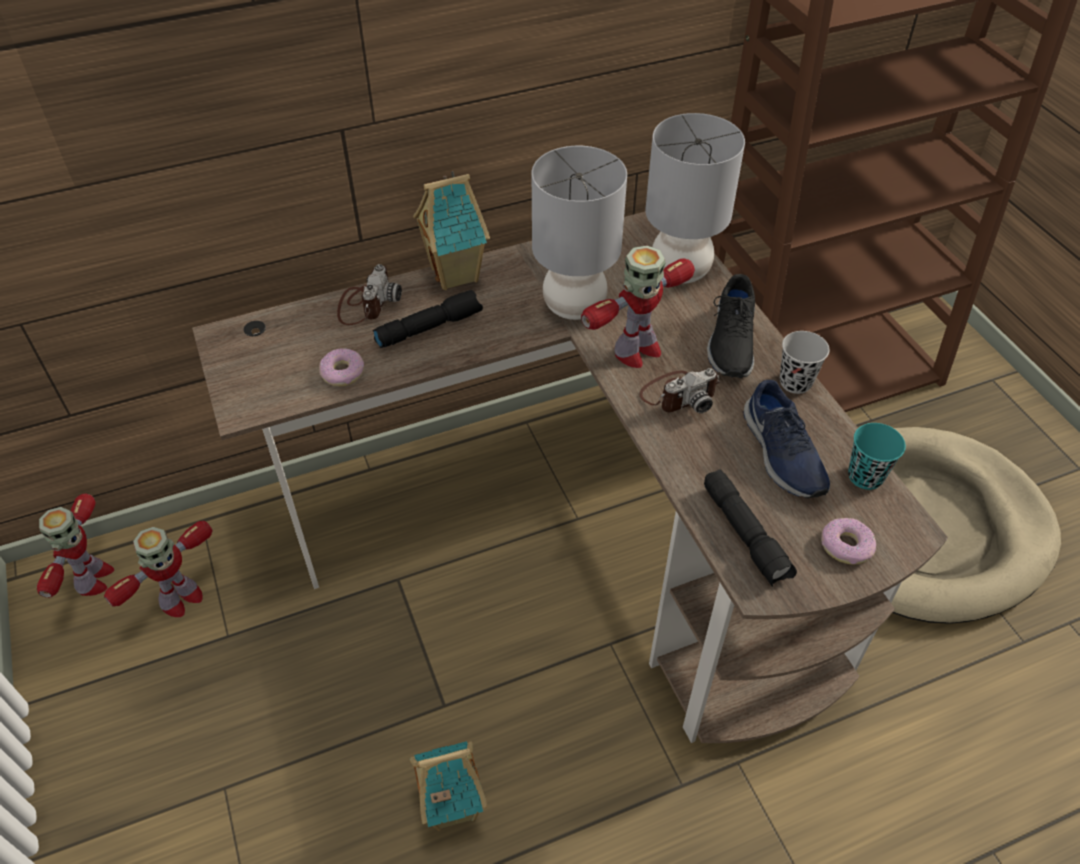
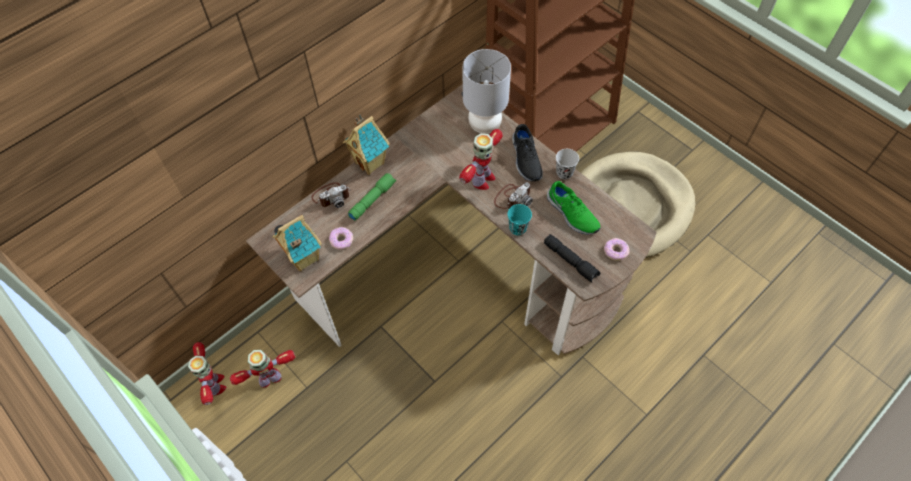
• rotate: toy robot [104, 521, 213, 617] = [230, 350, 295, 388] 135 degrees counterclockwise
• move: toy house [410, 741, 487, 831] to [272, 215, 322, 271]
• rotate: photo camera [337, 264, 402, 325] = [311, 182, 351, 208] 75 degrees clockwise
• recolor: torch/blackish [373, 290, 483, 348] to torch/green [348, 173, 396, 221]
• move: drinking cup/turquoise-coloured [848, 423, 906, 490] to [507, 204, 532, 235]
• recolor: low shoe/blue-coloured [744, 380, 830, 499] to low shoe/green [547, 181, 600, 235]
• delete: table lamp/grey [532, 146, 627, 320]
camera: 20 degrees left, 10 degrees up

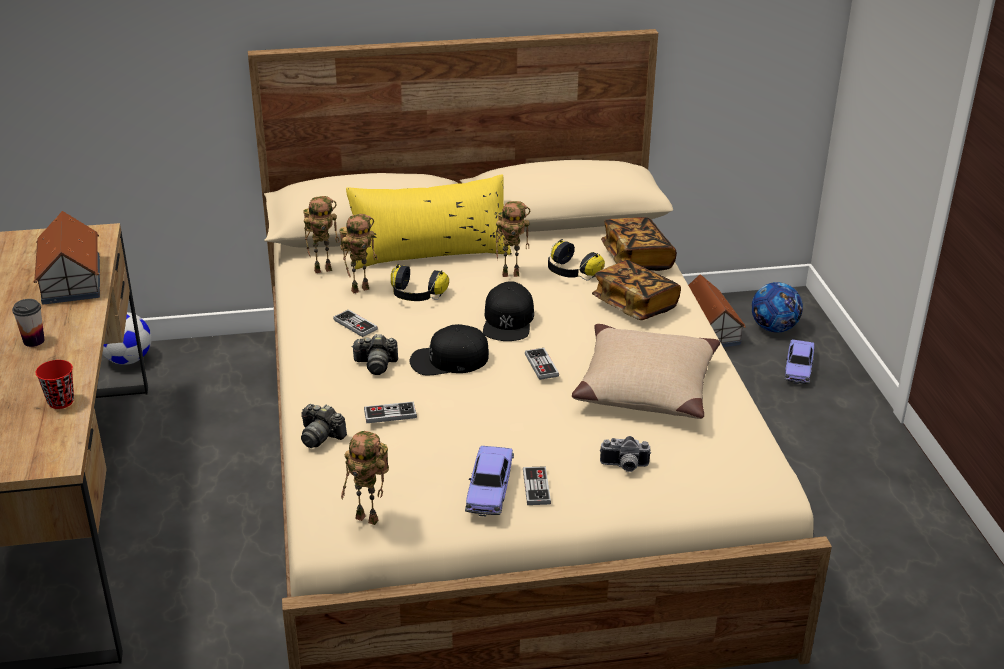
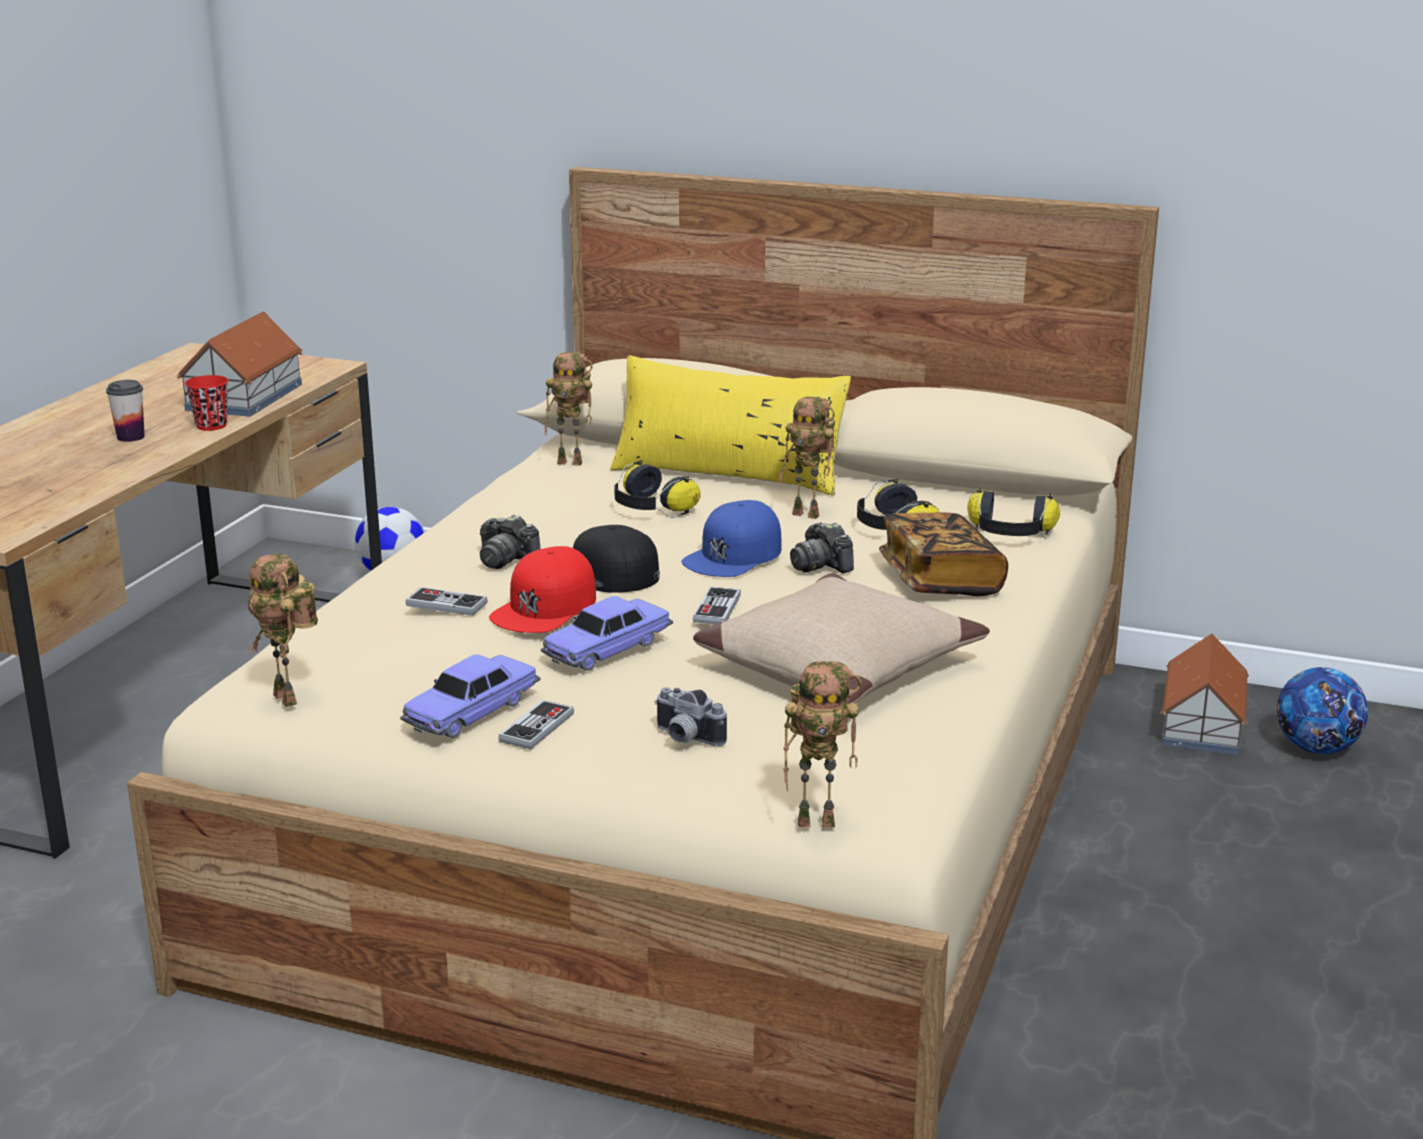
• move: drinking cup/reddish [36, 360, 74, 409] to [185, 375, 228, 431]
• insert: baseball cap/reddish [489, 546, 596, 633]
• move: model car [784, 339, 815, 384] to [541, 596, 673, 671]
• recolor: baseball cap/blackish [483, 281, 534, 341] to baseball cap/blue-coloured [682, 500, 782, 577]
• move: toy robot [340, 214, 378, 293] to [784, 661, 861, 827]
• move: photo camera [301, 404, 347, 448] to [790, 522, 854, 574]
• replace: bound book [601, 217, 677, 271] to headphones [967, 488, 1060, 538]
• delete: game controller [333, 309, 378, 337]
camera: 30 degrees right, 10 degrees down

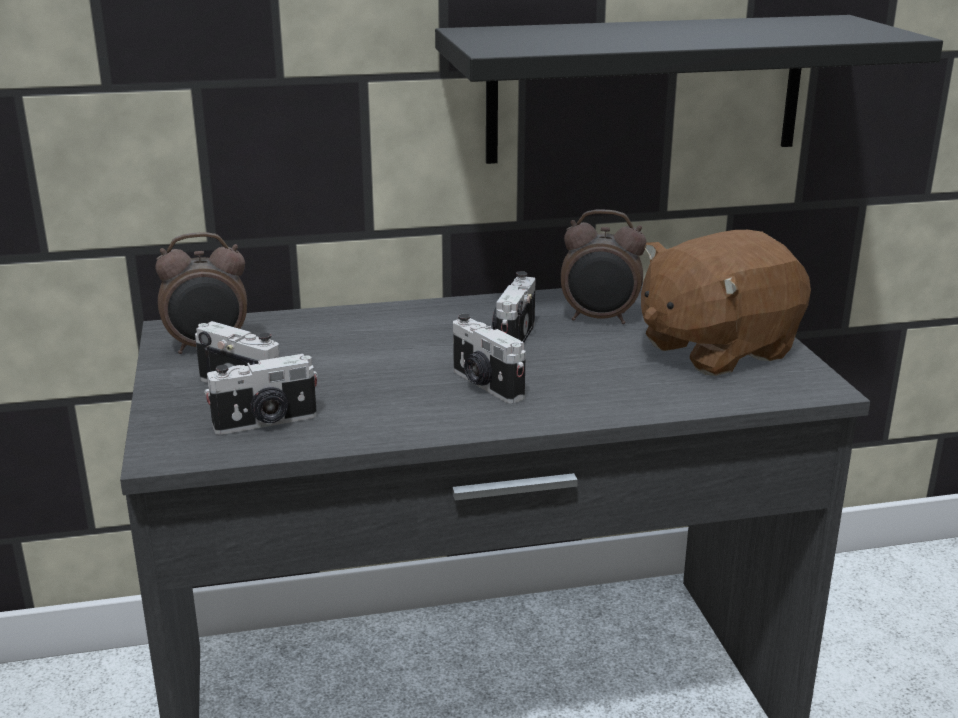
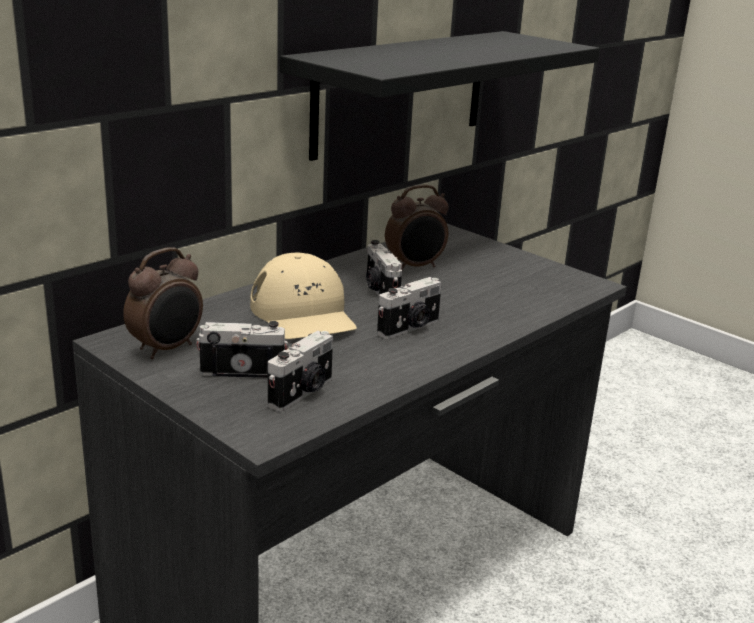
• insert: baseball cap/beige [250, 253, 357, 339]
• rotate: photo camera [453, 314, 526, 404] = [377, 277, 441, 339] 60 degrees counterclockwise
• delete: soft toy/brown [641, 230, 811, 376]
camera: 35 degrees left, 0 degrees up

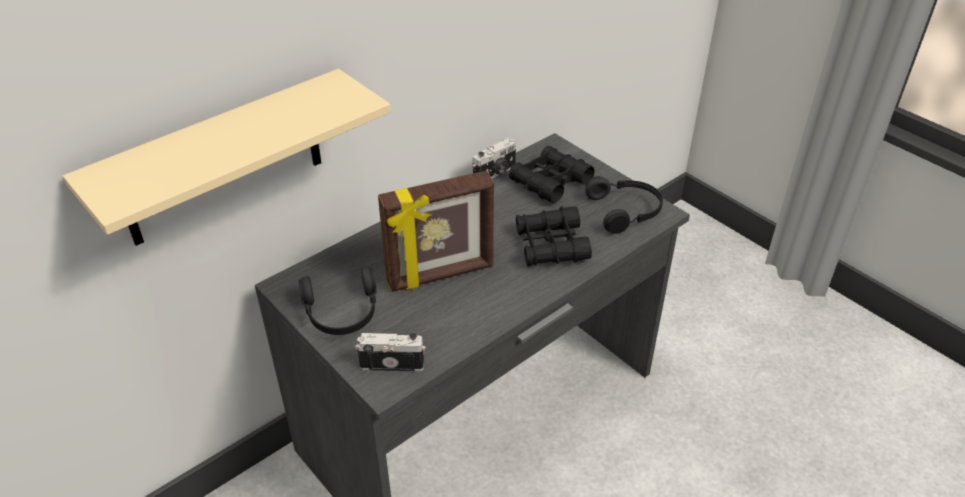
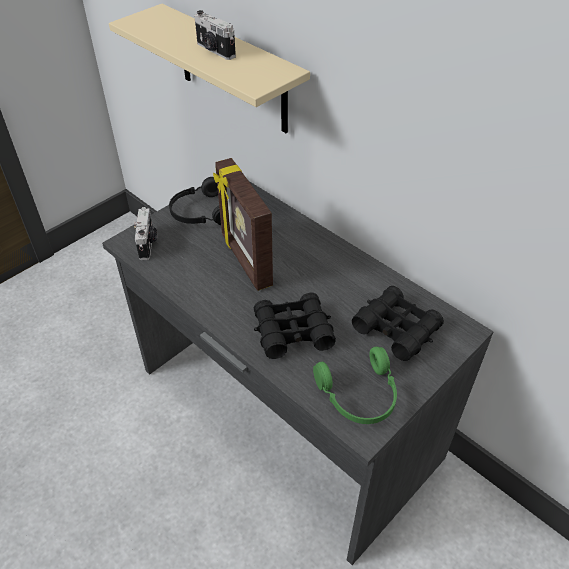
• move: photo camera [473, 138, 516, 178] to [194, 10, 236, 60]
• recolor: headphones/blackish [585, 176, 663, 234] to headphones/green [313, 347, 397, 424]
camera: 85 degrees right, 5 degrees up

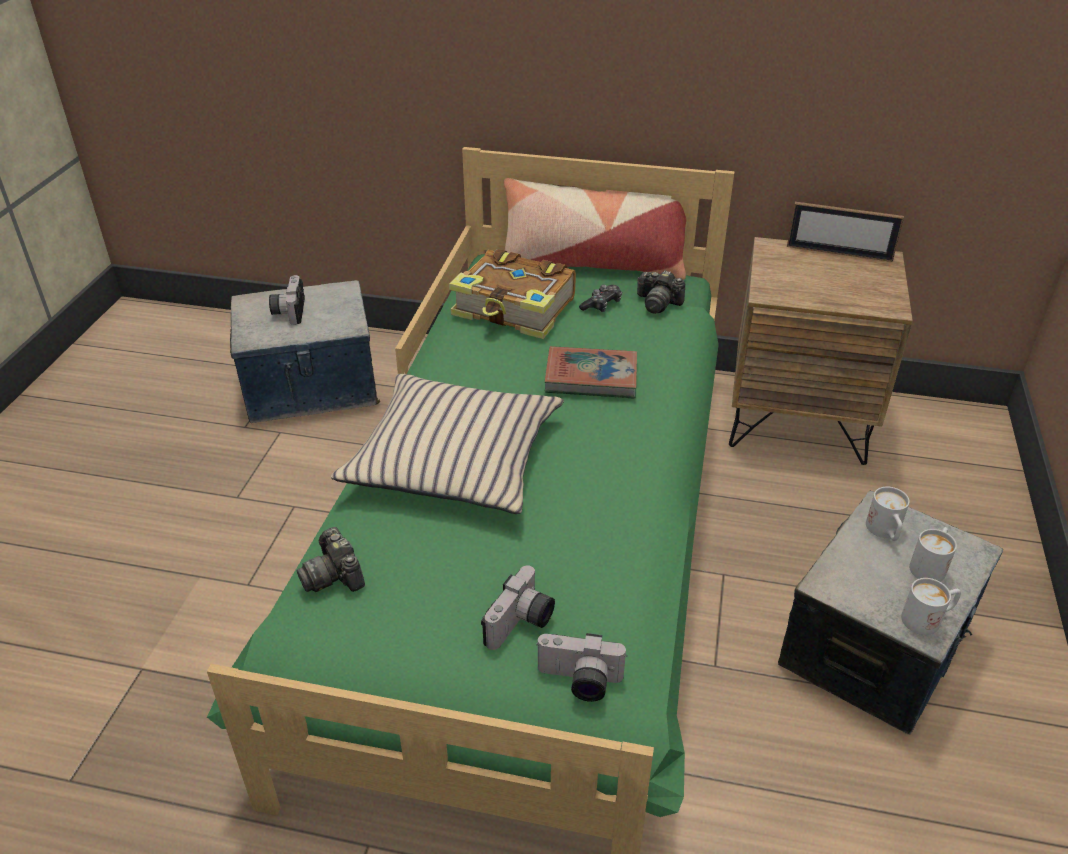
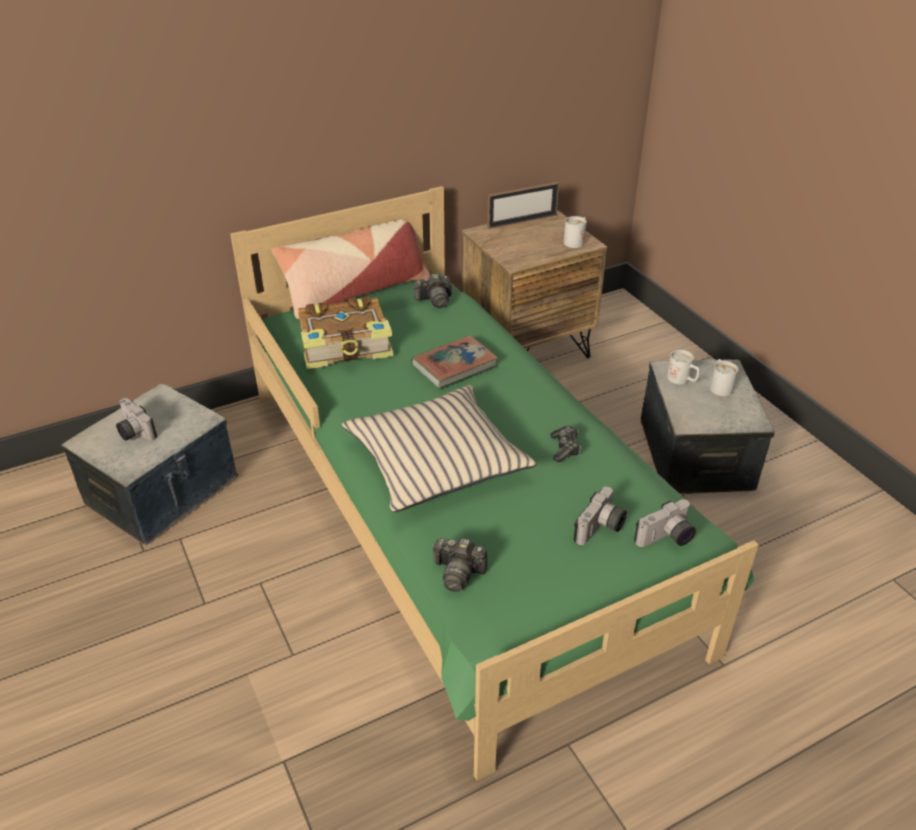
• move: game controller [579, 285, 622, 312] to [550, 425, 581, 462]
• move: mug/white-coloured [901, 578, 961, 635] to [564, 216, 587, 248]
• rotate: photo camera [481, 565, 555, 650] = [574, 487, 627, 545] 45 degrees clockwise
camera: 40 degrees left, 0 degrees up

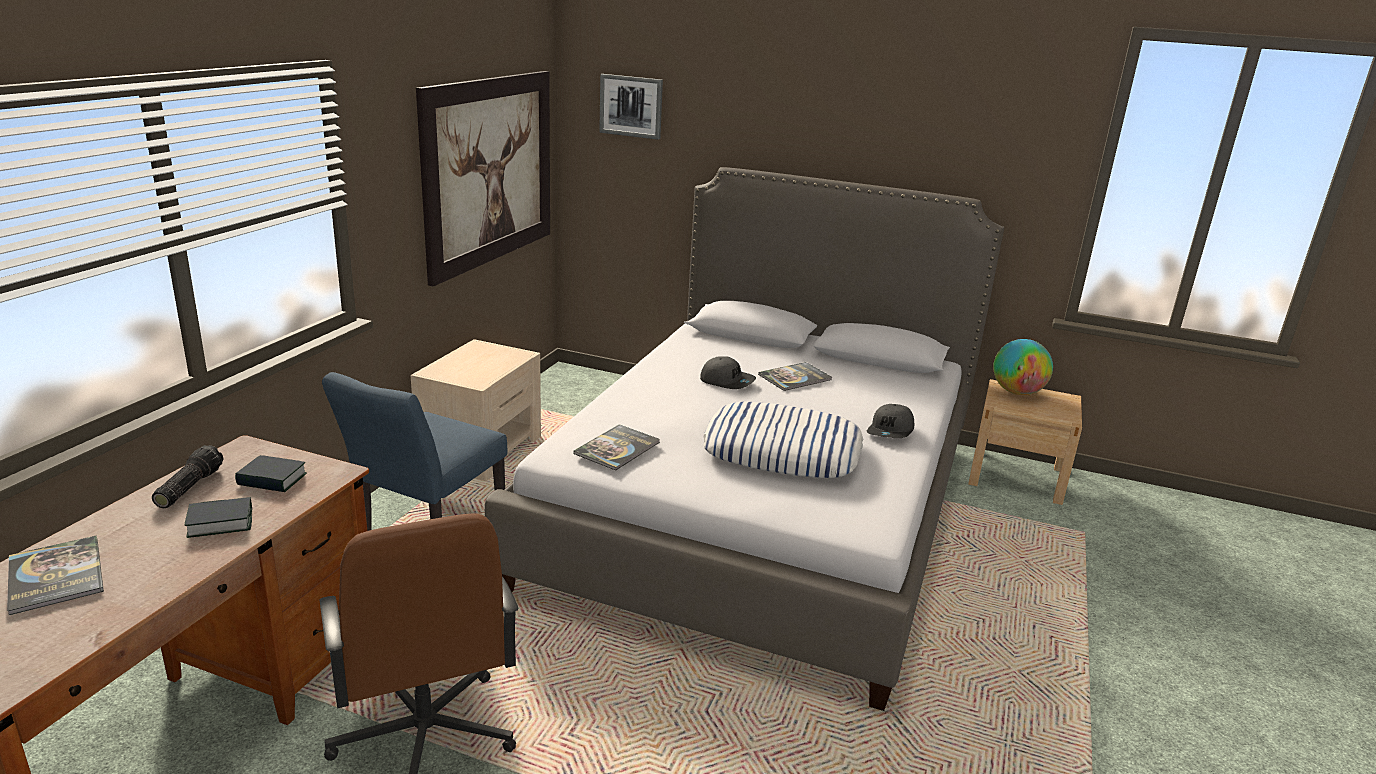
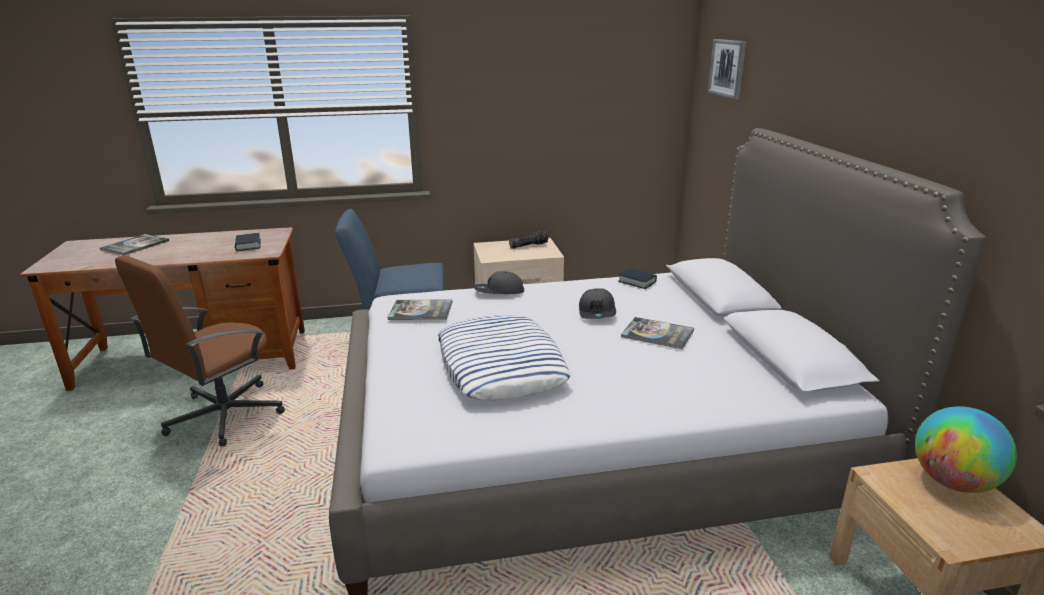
• move: baseball cap/grey [867, 404, 914, 438] to [474, 271, 524, 294]
• move: torch [152, 445, 223, 508] to [509, 231, 548, 248]
• move: bound book [185, 497, 252, 538] to [618, 268, 657, 289]
• delete: wall art [416, 71, 550, 287]
camera: 60 degrees right, 0 degrees up

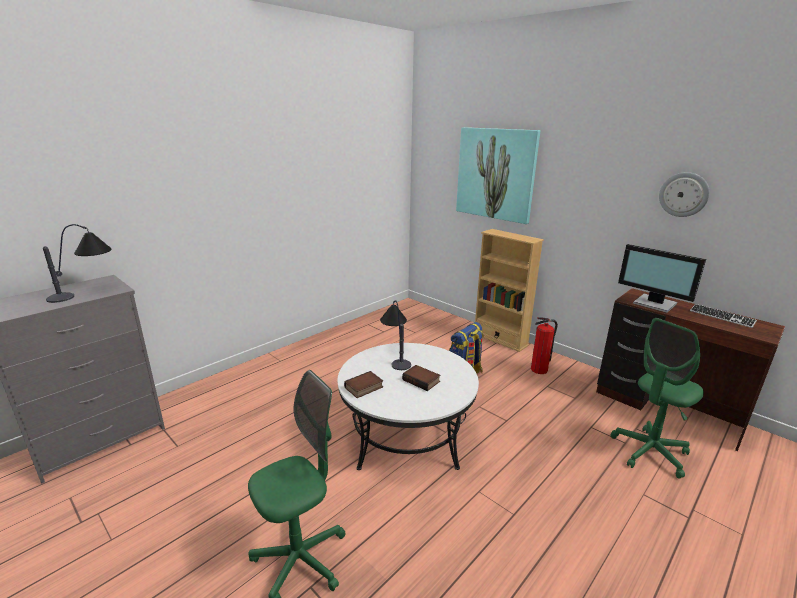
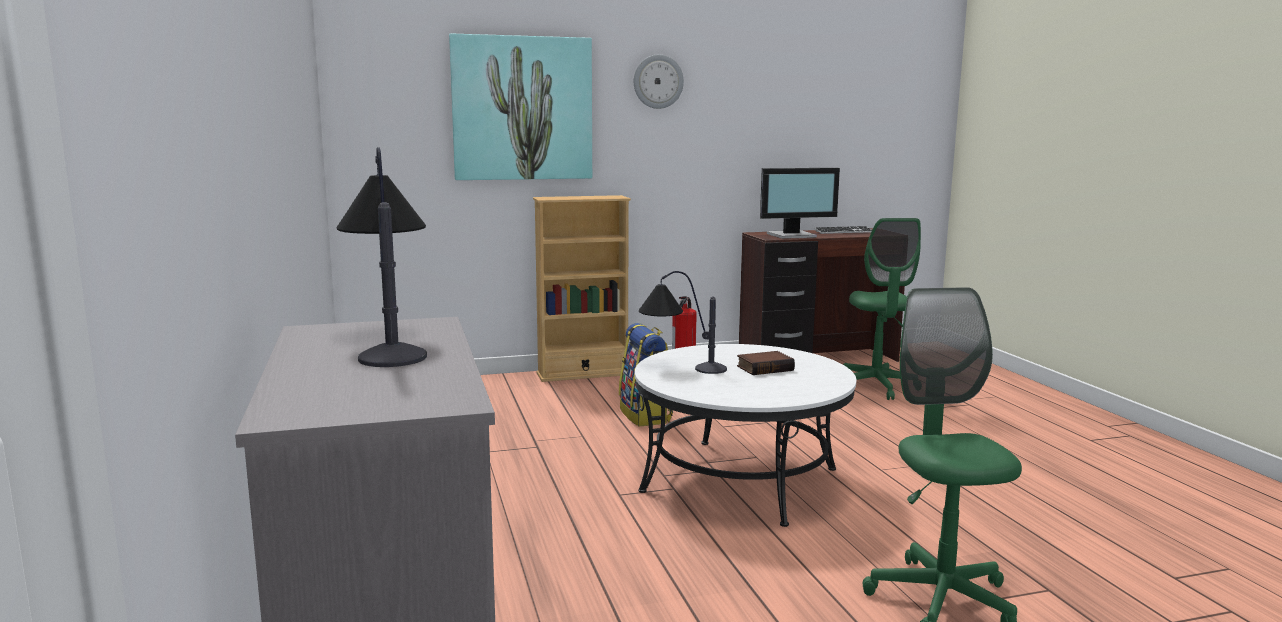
• move: wall clock [659, 172, 710, 217] to [634, 55, 684, 109]
• delete: bound book [344, 371, 383, 398]
camera: 60 degrees left, 10 degrees down

